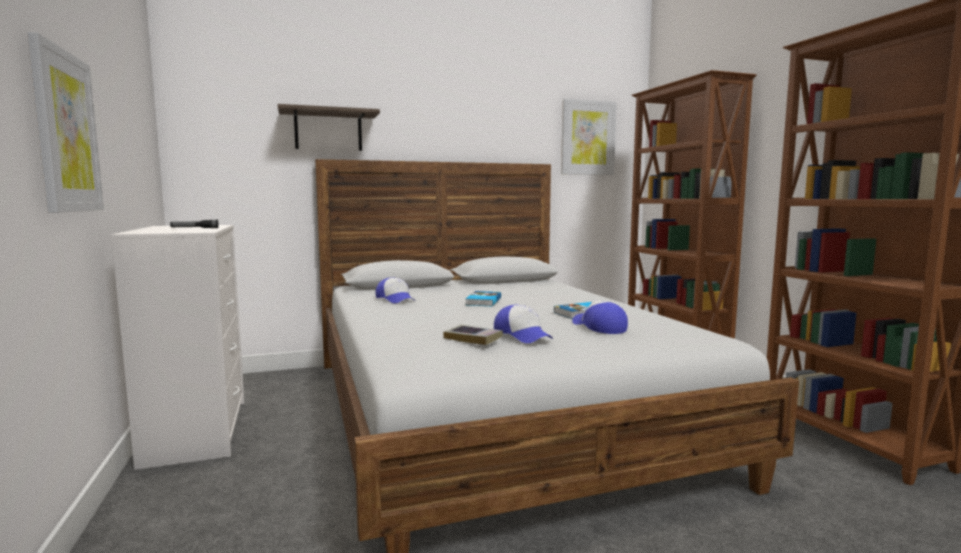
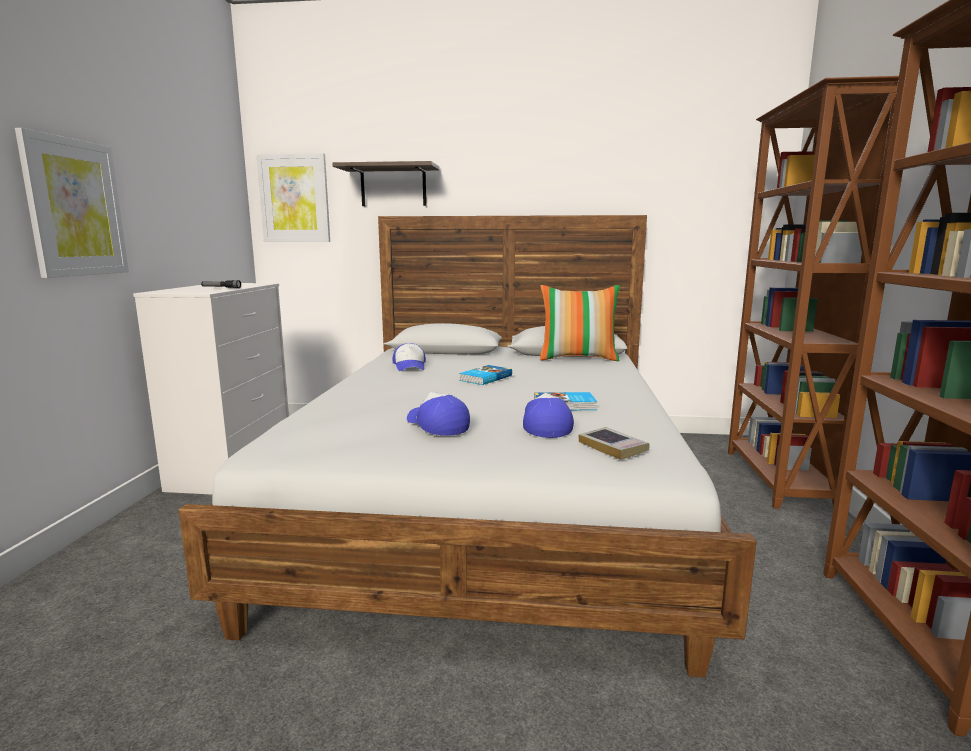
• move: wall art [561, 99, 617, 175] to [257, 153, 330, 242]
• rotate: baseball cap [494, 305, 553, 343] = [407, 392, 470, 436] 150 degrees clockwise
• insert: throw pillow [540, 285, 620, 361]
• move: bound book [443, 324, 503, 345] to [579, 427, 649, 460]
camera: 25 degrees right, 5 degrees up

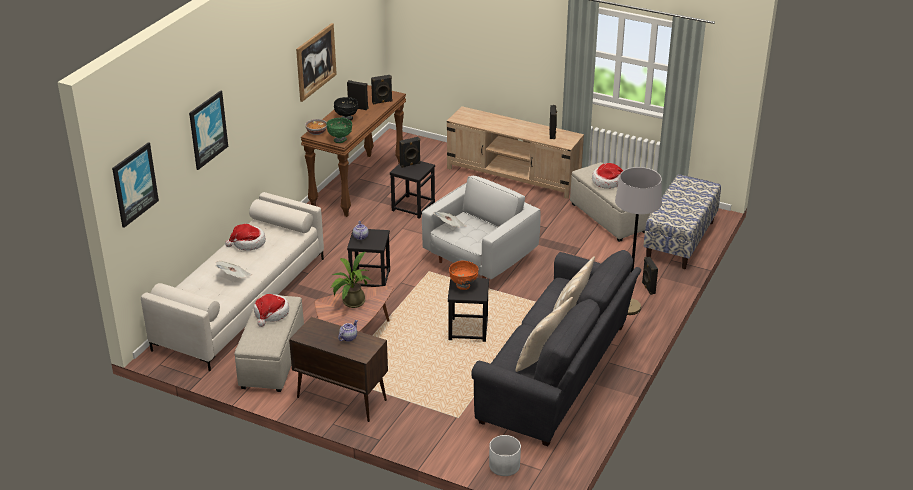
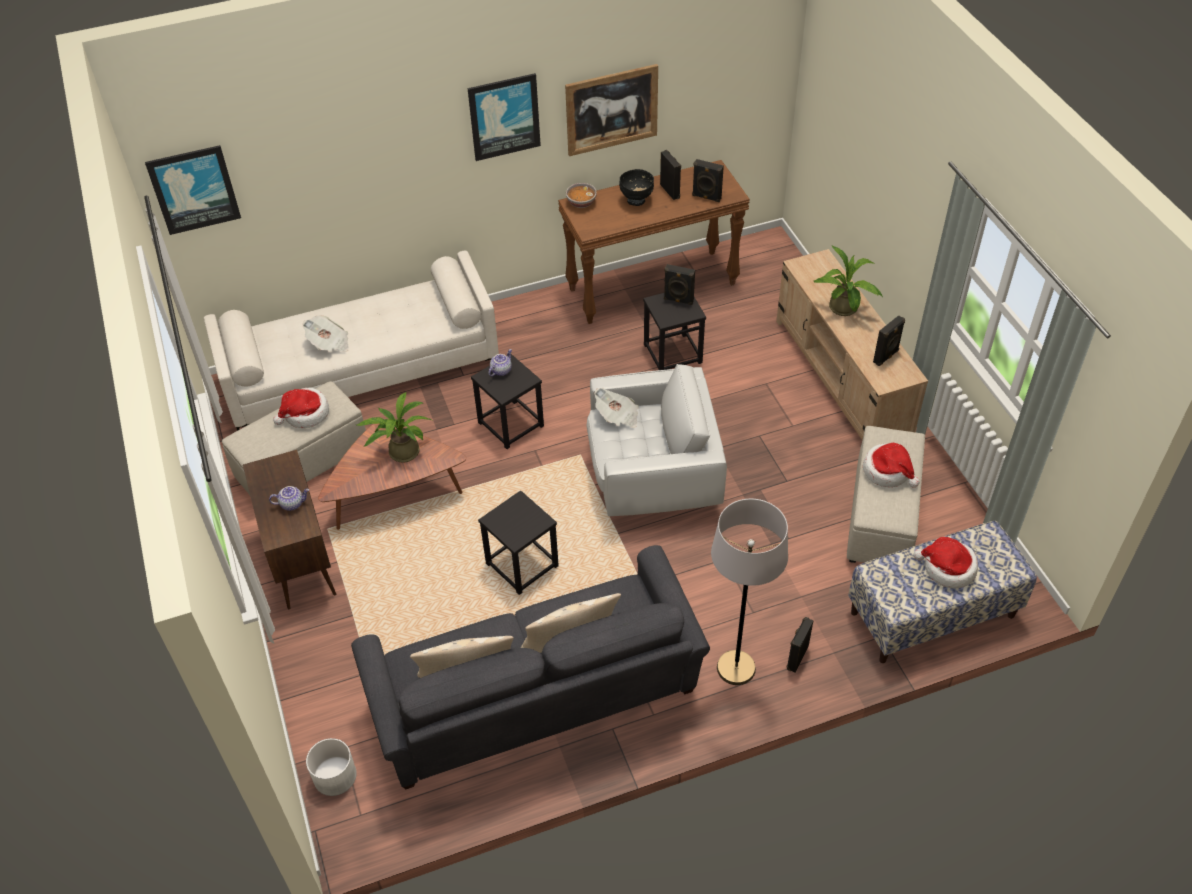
• move: wall art [189, 90, 228, 170] to [467, 73, 541, 161]
• insert: plant in a pot [814, 245, 883, 316]
• move: wearable hat [225, 224, 266, 251] to [913, 537, 978, 589]
• delete: bowl/green [327, 118, 352, 143]
• delete: bowl/orangey [449, 261, 478, 290]
camera: 45 degrees right, 15 degrees up

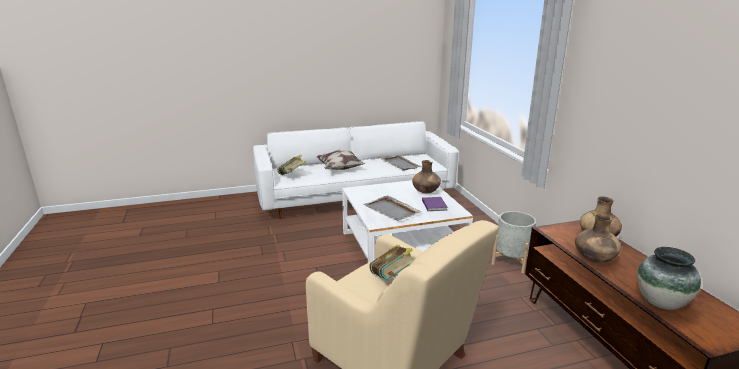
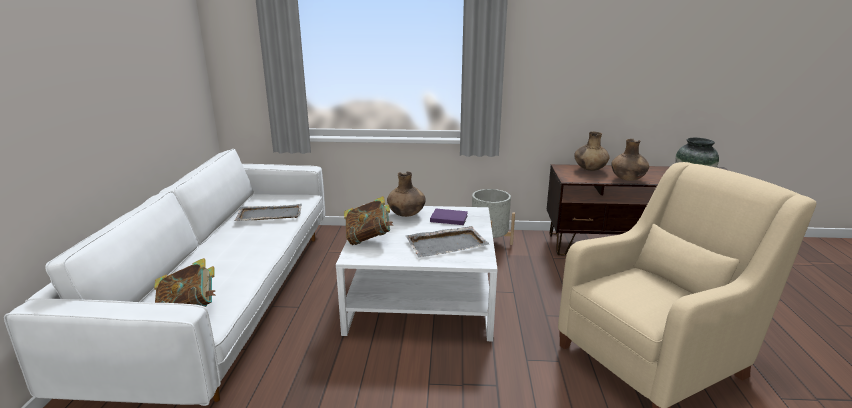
• move: bound book [369, 245, 415, 280] to [344, 196, 394, 245]
• delete: throw pillow [317, 149, 365, 170]
camera: 70 degrees left, 0 degrees up

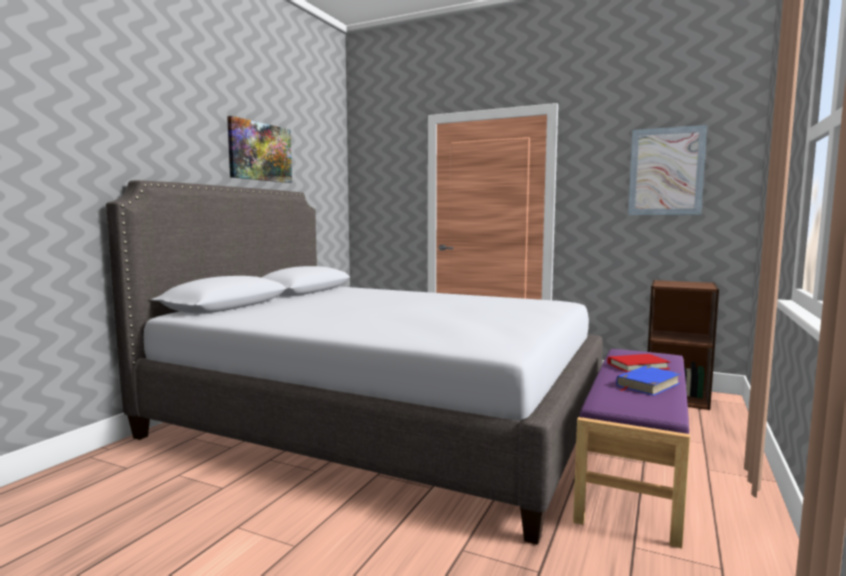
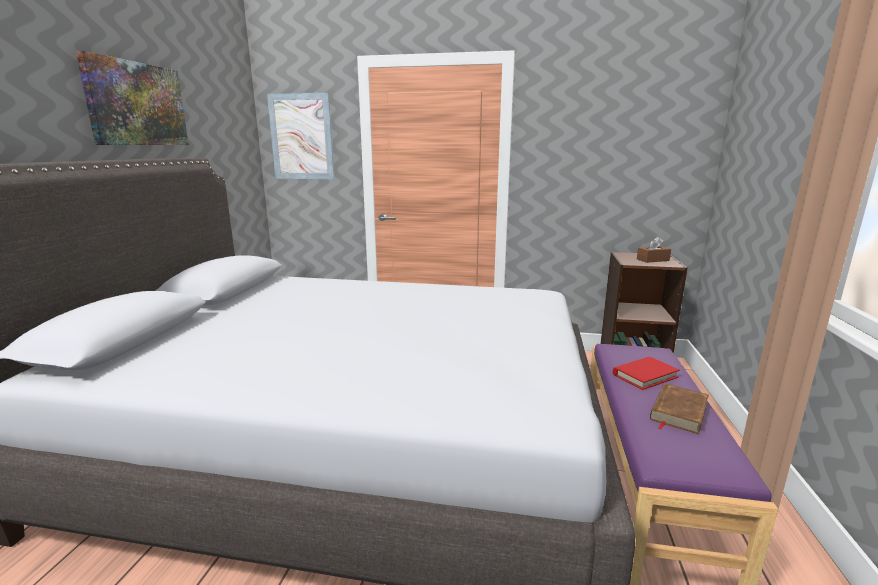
• move: wall art [628, 125, 707, 215] to [267, 93, 335, 179]
• insert: tissue holder/brown [637, 237, 671, 263]
• recolor: bound book/blue-coloured [616, 366, 680, 396] to bound book/brown [650, 383, 709, 434]
camera: 15 degrees left, 10 degrees up

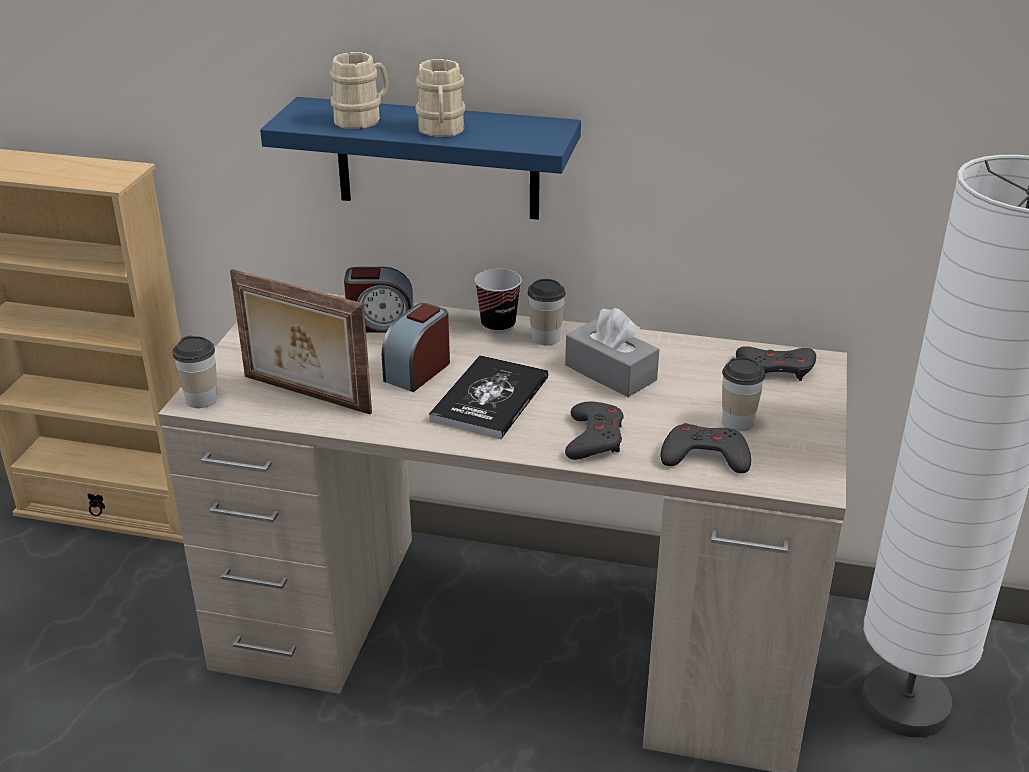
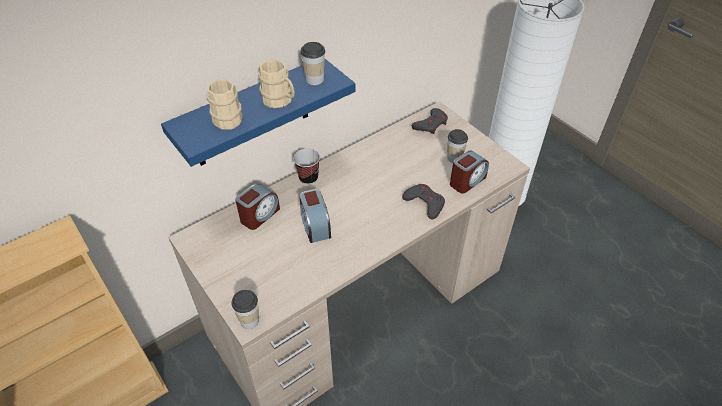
• move: drinking cup [528, 279, 566, 345] to [301, 42, 325, 85]
• replace: game controller/grey [661, 423, 751, 473] to alarm clock [450, 150, 489, 194]
• delete: photo frame [230, 269, 372, 414]
• delete: bound book [429, 355, 549, 439]
• delete: tissue holder/grey [565, 308, 659, 397]
camera: 50 degrees left, 15 degrees up

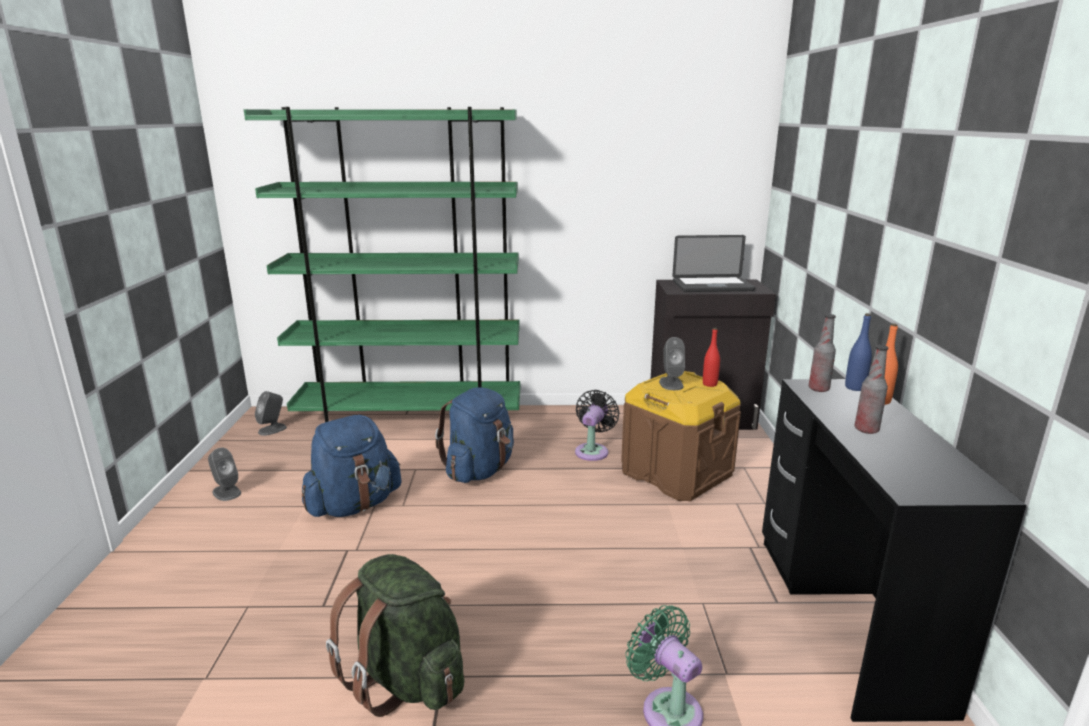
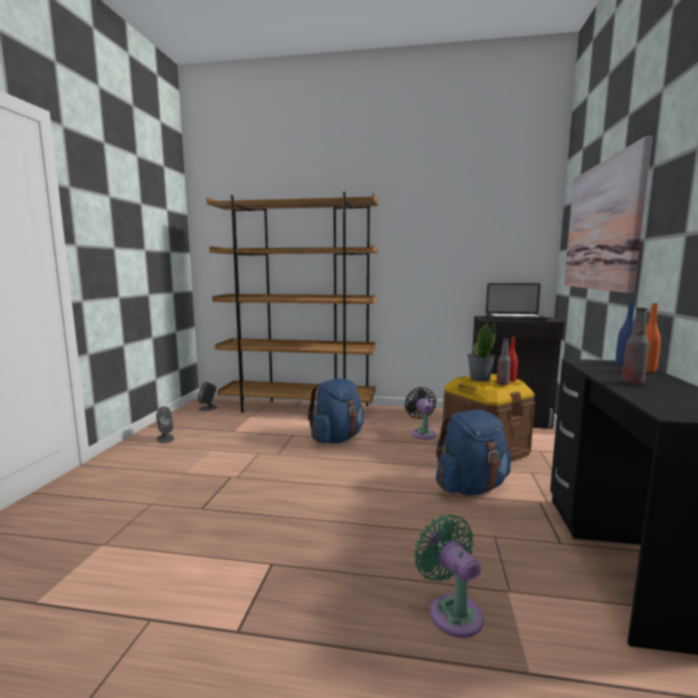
• recolor: bookcase/green [244, 107, 520, 422] to bookcase/brown [207, 192, 378, 413]
• rotate: fan/blackish [575, 390, 620, 461] = [405, 387, 436, 439] 45 degrees counterclockwise
• move: backpack/blue-coloured [302, 415, 401, 517] to [436, 410, 511, 495]
• replace: audio speaker/grey [659, 337, 685, 390] to plant in a pot [468, 323, 496, 382]
• move: beverage bottle [809, 314, 836, 392] to [497, 339, 511, 385]
• insert: wall art [564, 136, 653, 293]
• delete: backpack/green [326, 554, 464, 717]
camera: 10 degrees right, 10 degrees down

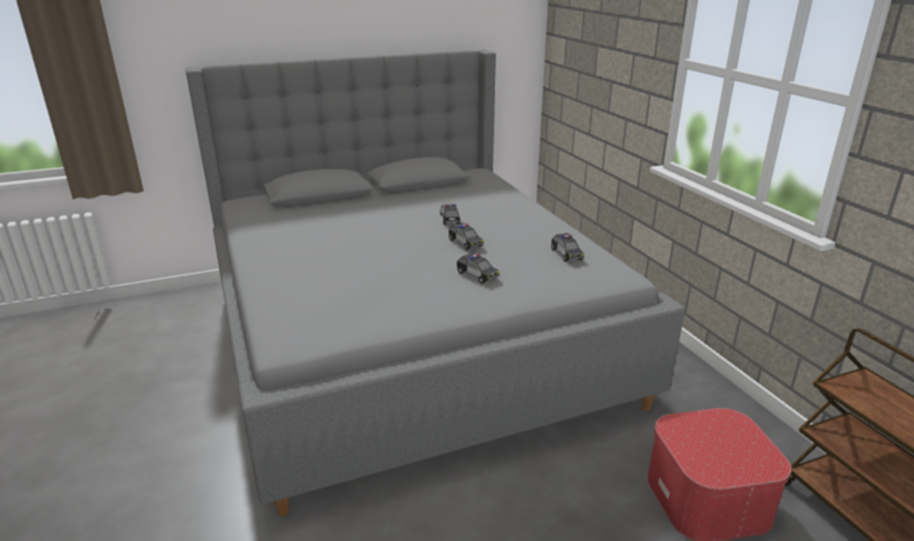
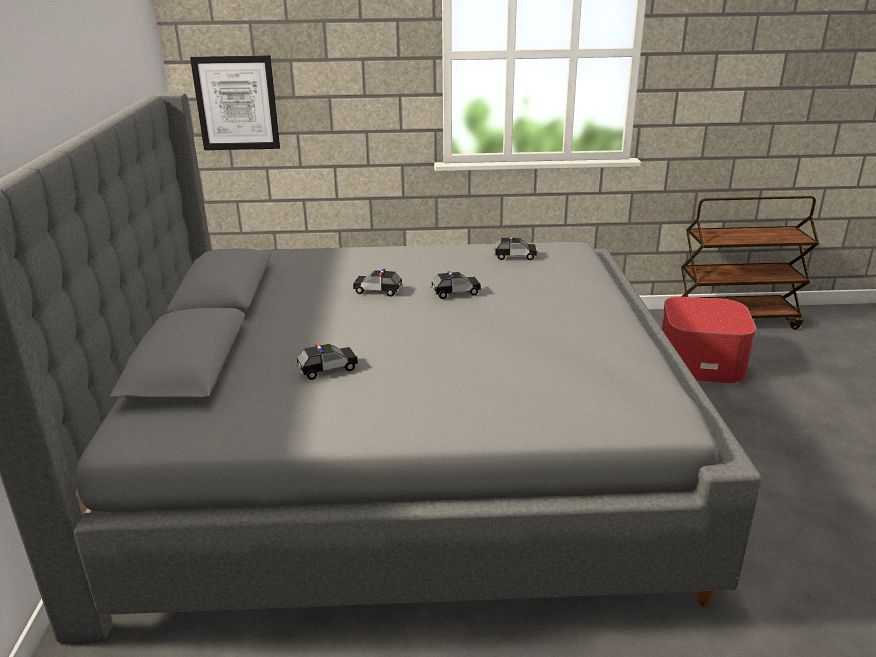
• insert: wall art [190, 55, 280, 150]
• move: model car [457, 253, 499, 284] to [296, 343, 358, 380]
camera: 70 degrees left, 0 degrees up

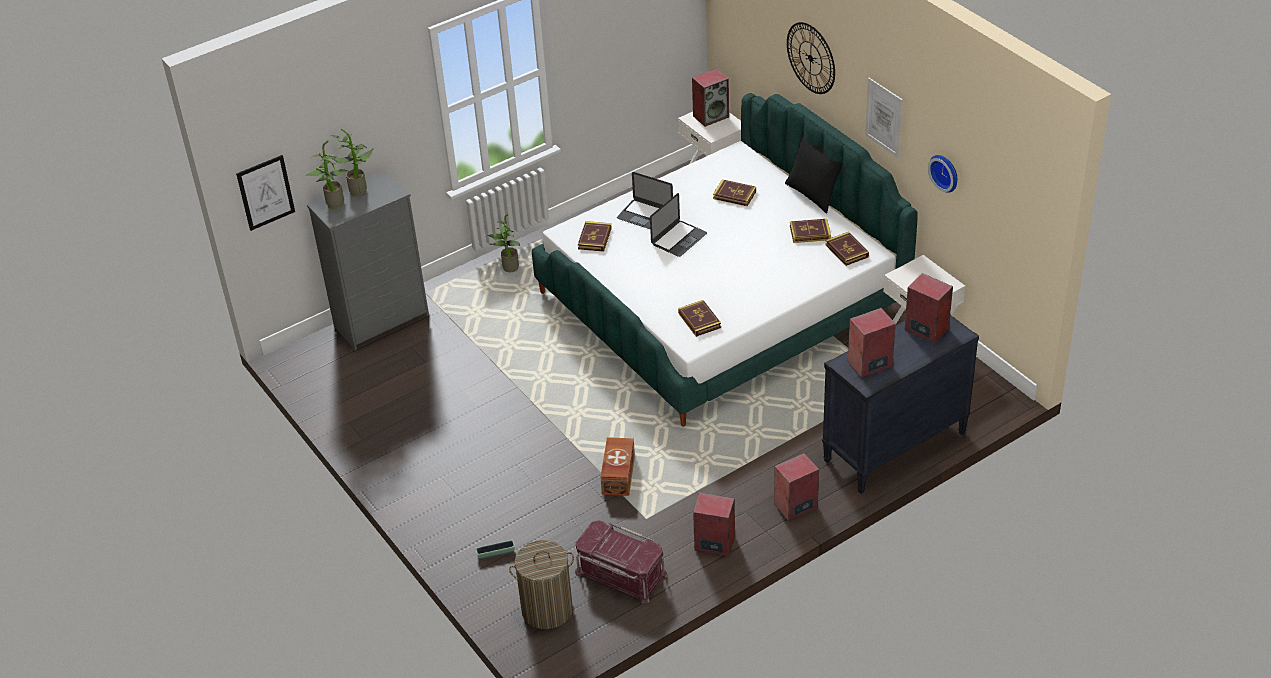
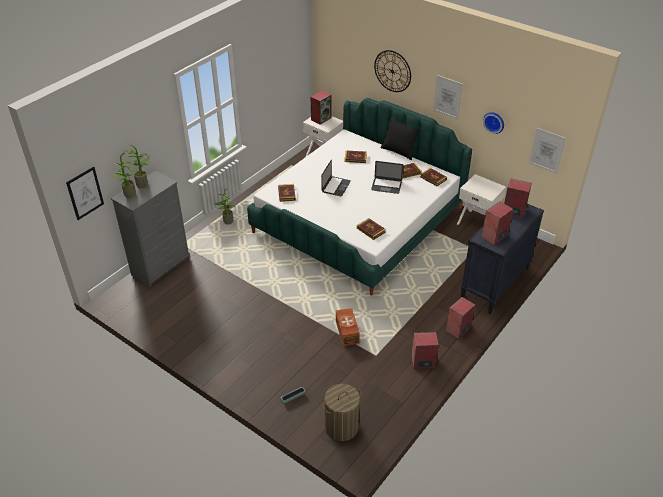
• move: laptop [617, 172, 673, 229] to [371, 161, 403, 194]
• insert: wall art [529, 128, 566, 174]
• delete: storage box/reddish [575, 520, 668, 604]
camera: 20 degrees left, 0 degrees up

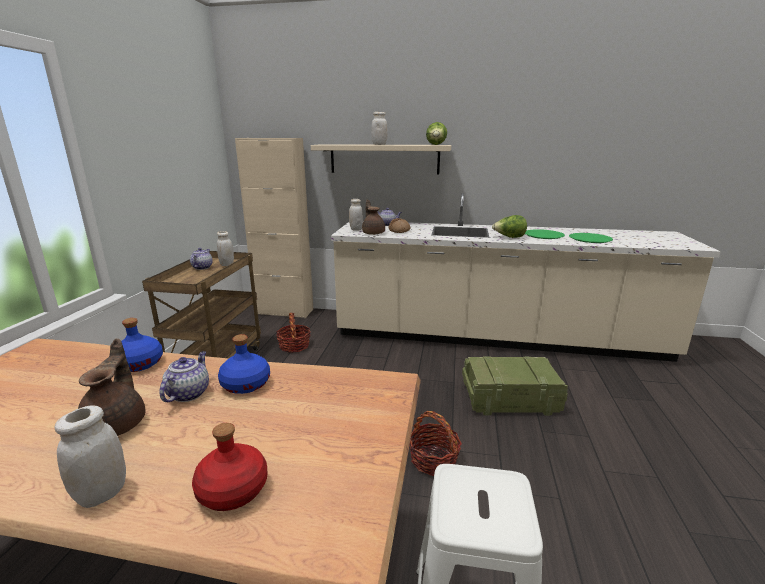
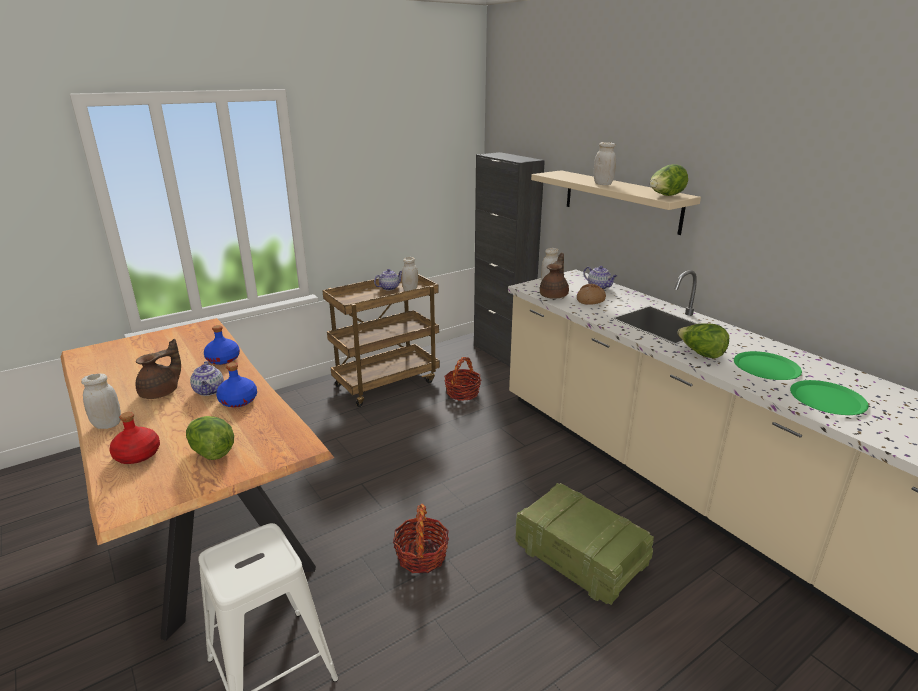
• insert: head of lettuce [186, 416, 234, 460]
• rotate: teapot [160, 351, 209, 402] = [190, 361, 224, 396] 105 degrees clockwise
• recolor: storage cabinet/beige [235, 138, 313, 318] to storage cabinet/blackish [474, 152, 545, 367]
camera: 45 degrees right, 5 degrees up

